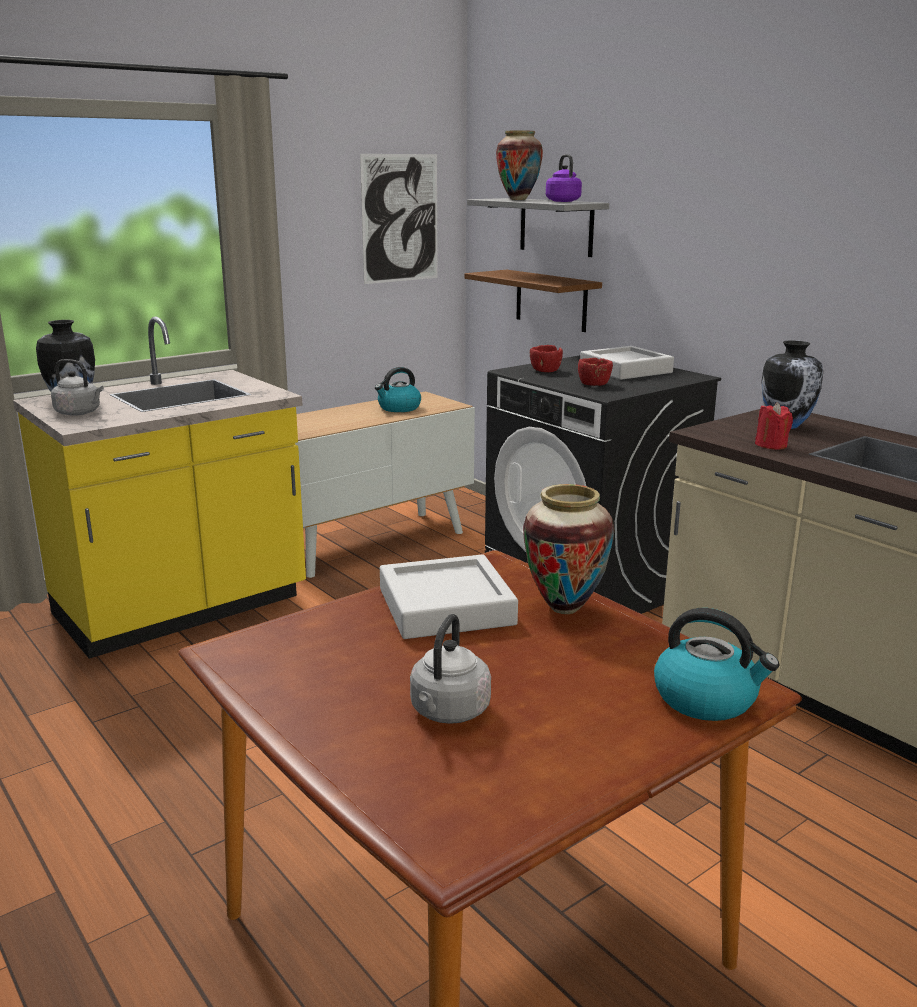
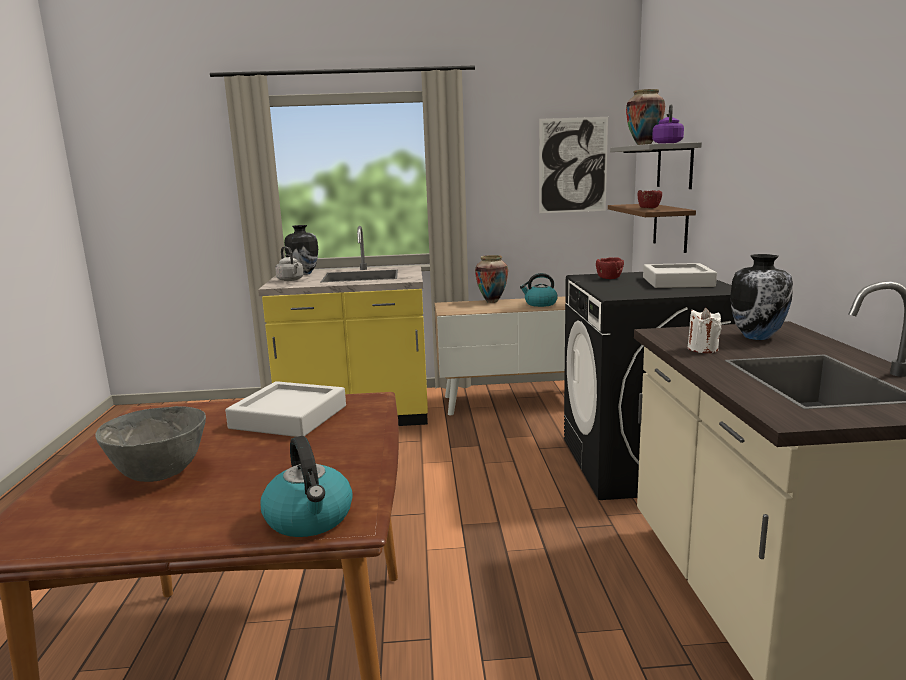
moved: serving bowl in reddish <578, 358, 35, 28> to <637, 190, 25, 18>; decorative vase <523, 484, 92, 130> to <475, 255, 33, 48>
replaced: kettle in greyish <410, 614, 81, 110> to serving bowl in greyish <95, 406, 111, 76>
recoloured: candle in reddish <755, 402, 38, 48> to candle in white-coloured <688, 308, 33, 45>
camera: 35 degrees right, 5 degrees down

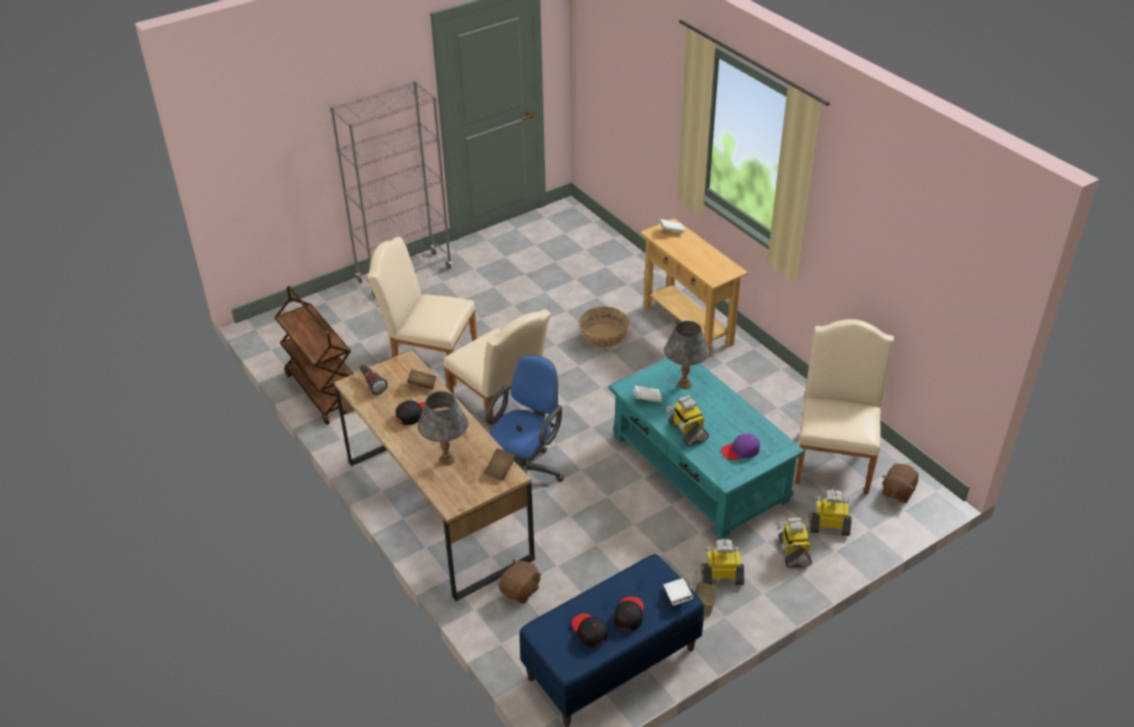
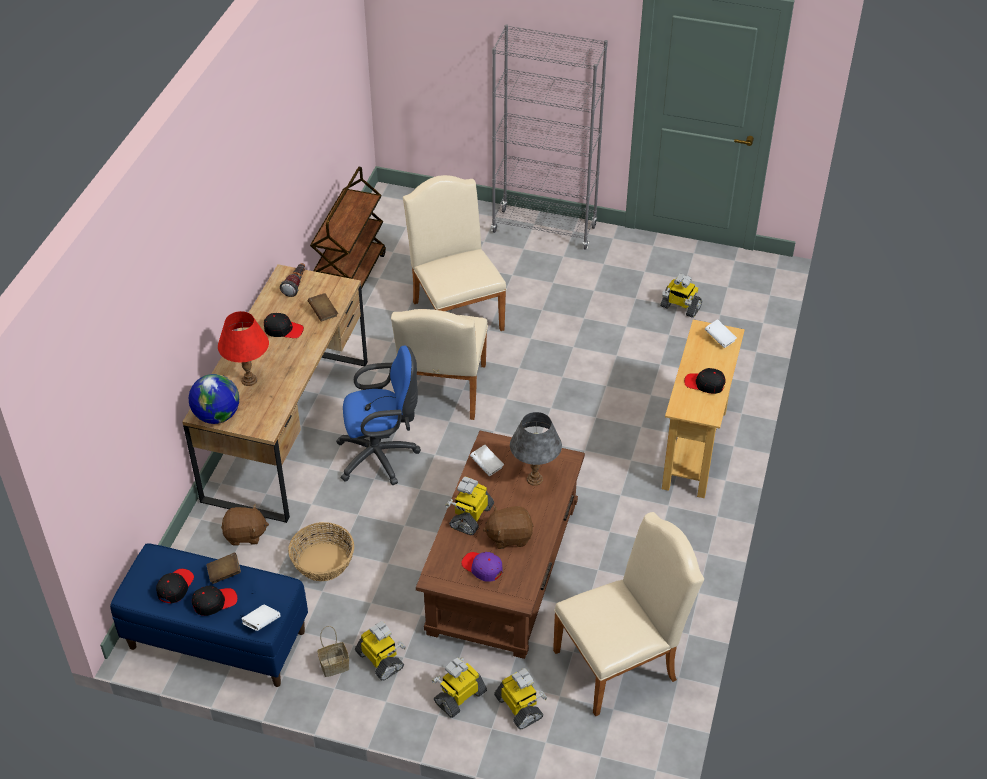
added: robot figure <660, 274, 42, 44>; baseball cap in black-coloured <684, 368, 42, 26>; desk globe <189, 374, 50, 50>
moved: basket <579, 307, 50, 41> to <288, 522, 66, 59>; bound book in brownish <484, 448, 31, 33> to <206, 552, 35, 32>; soft toy in brownish <882, 464, 36, 39> to <483, 506, 51, 43>
recoloured: lounge table in turquoise <609, 358, 196, 181> to lounge table in brownish <416, 431, 169, 228>; lamp for a table in greyish <418, 391, 50, 75> to lamp for a table in reddish <218, 311, 51, 75>
camera: 50 degrees right, 5 degrees up

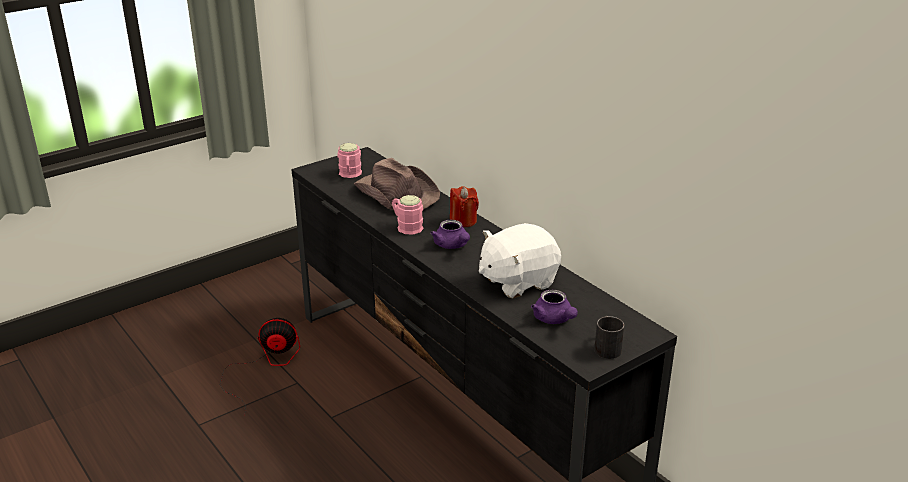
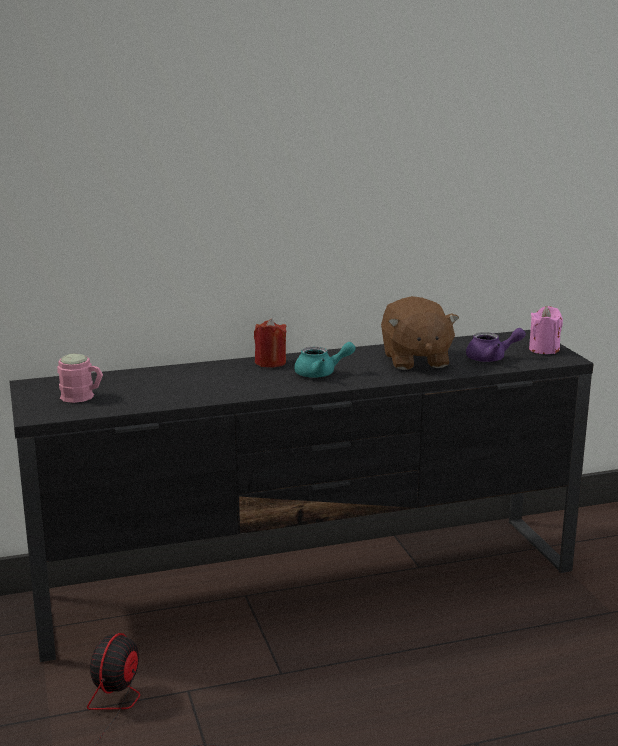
removed: wearable hat in brownish <354, 158, 86, 52>; mug in pink-coloured <392, 195, 32, 39>
replaced: mug in black-coloured <594, 316, 30, 43> to candle in pink-coloured <529, 306, 34, 48>
recoloured: pot for tea in purple <430, 220, 40, 29> to pot for tea in turquoise <294, 342, 62, 36>; soft toy in white-coloured <479, 223, 82, 75> to soft toy in brownish <381, 296, 78, 74>
camera: 70 degrees left, 10 degrees down

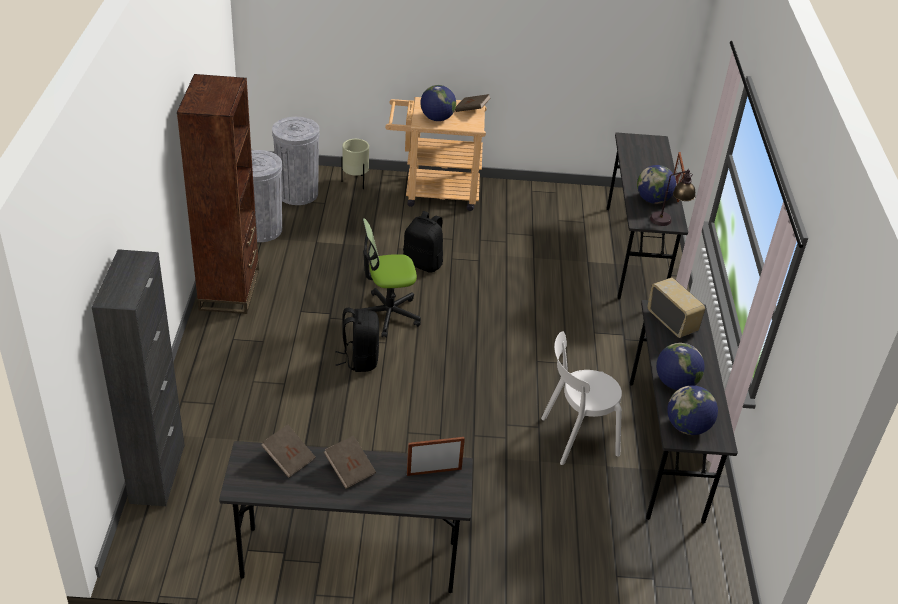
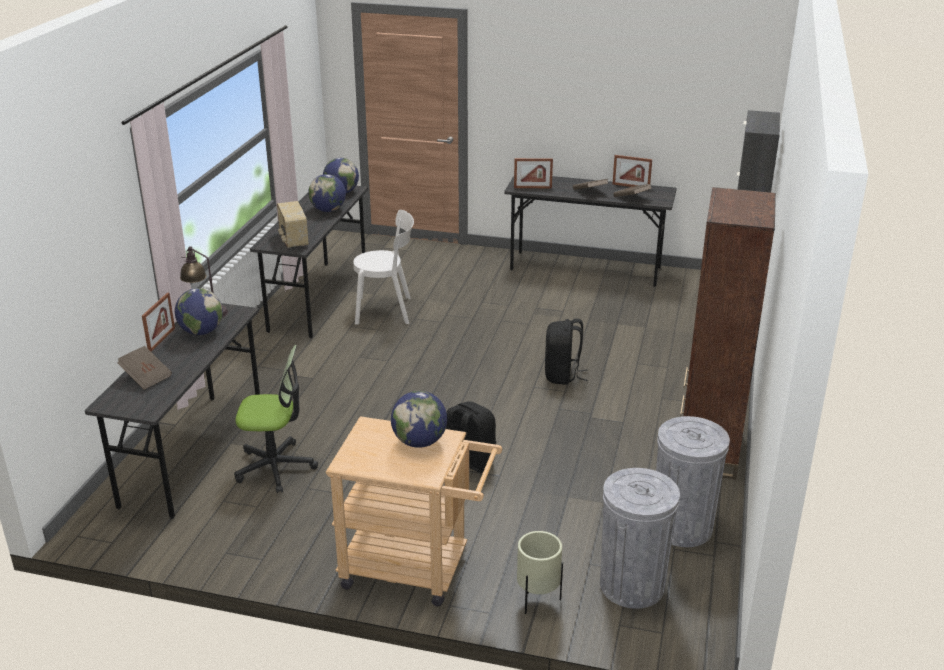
added: picture frame <613, 155, 39, 32>
moved: bound book in brownish <455, 94, 36, 18> to <117, 346, 55, 44>; desk chair <352, 218, 69, 120> to <234, 345, 84, 148>
camera: 165 degrees left, 10 degrees down

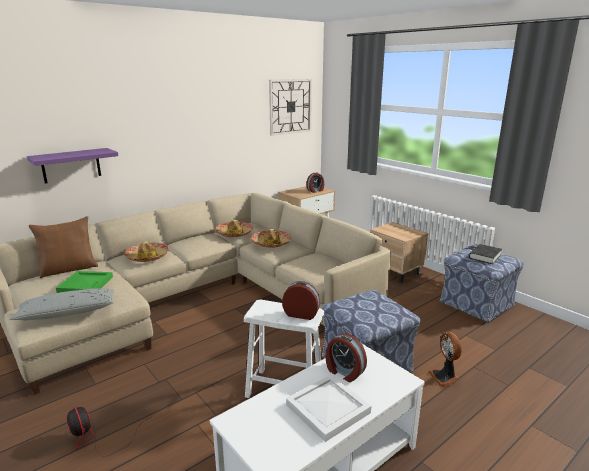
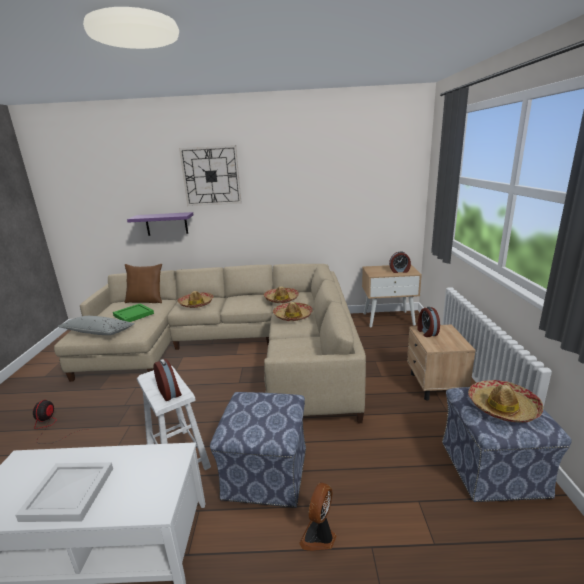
moved: wall clock <269, 79, 43, 57> to <179, 145, 63, 61>; bedside clock <325, 333, 42, 49> to <417, 307, 23, 30>
replaced: bound book in black-coloured <469, 244, 33, 20> to wearable hat <468, 380, 75, 43>
camera: 40 degrees right, 0 degrees up

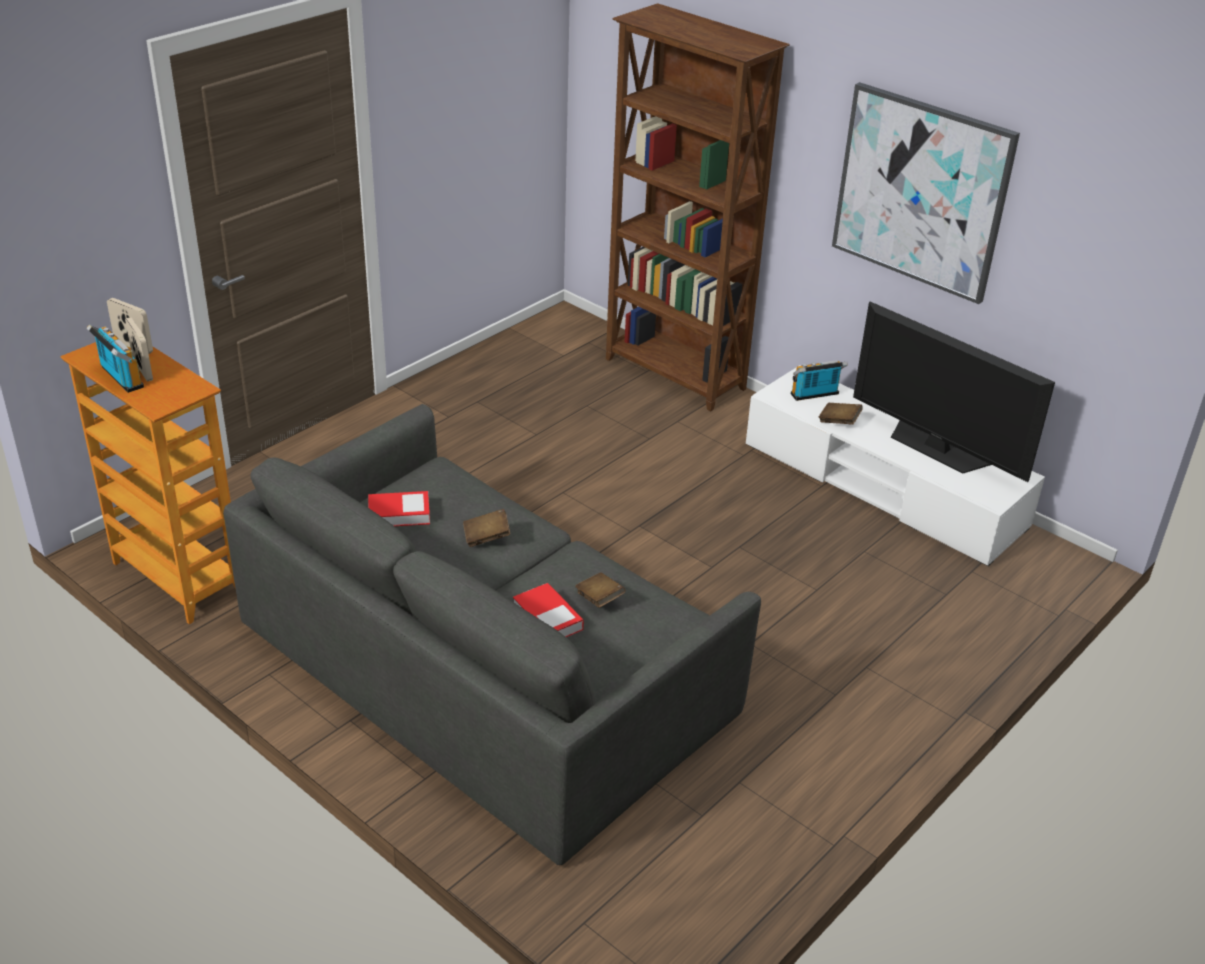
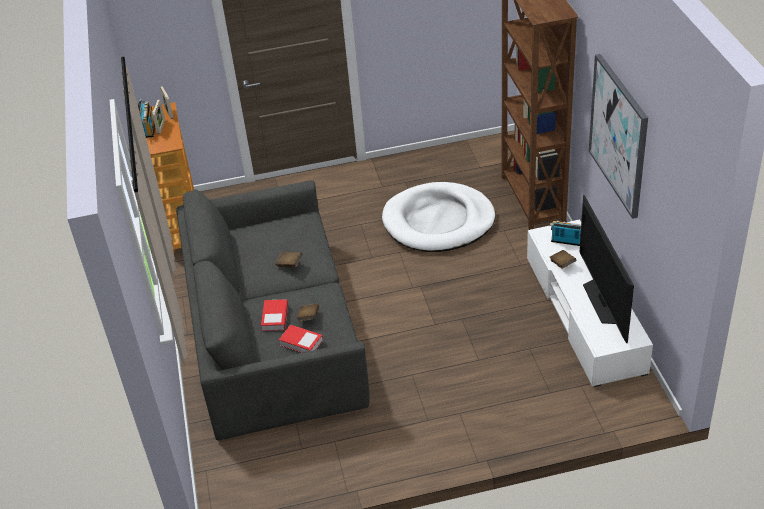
added: dog cushion in white-coloured <382, 182, 113, 70>
moved: bound book <368, 491, 62, 35> to <279, 325, 44, 28>
camera: 40 degrees right, 5 degrees up

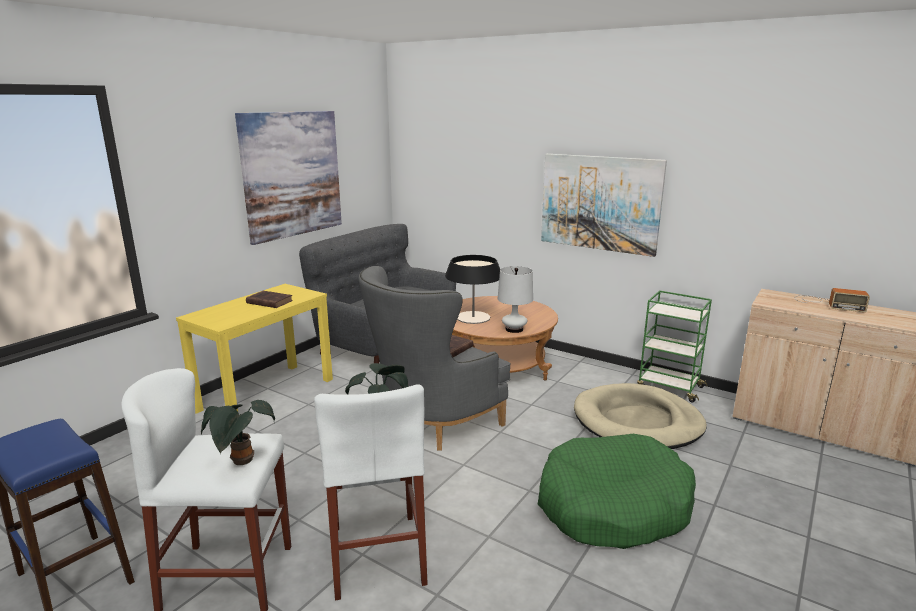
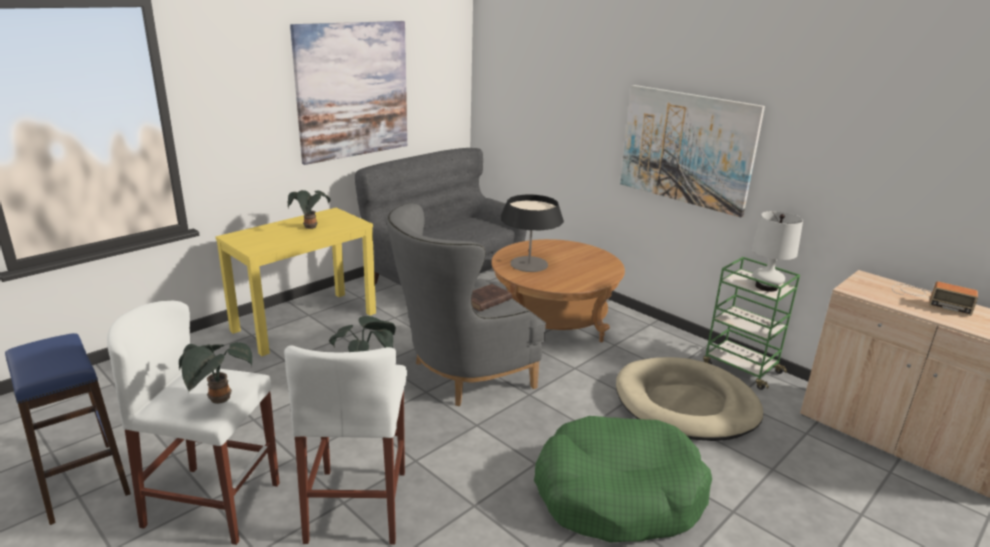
moved: lamp for a table in white-coloured <498, 266, 35, 67> to <752, 211, 51, 81>
replaced: bound book in brownish <246, 291, 47, 17> to plant in a pot <288, 190, 42, 39>
camera: 10 degrees right, 5 degrees up

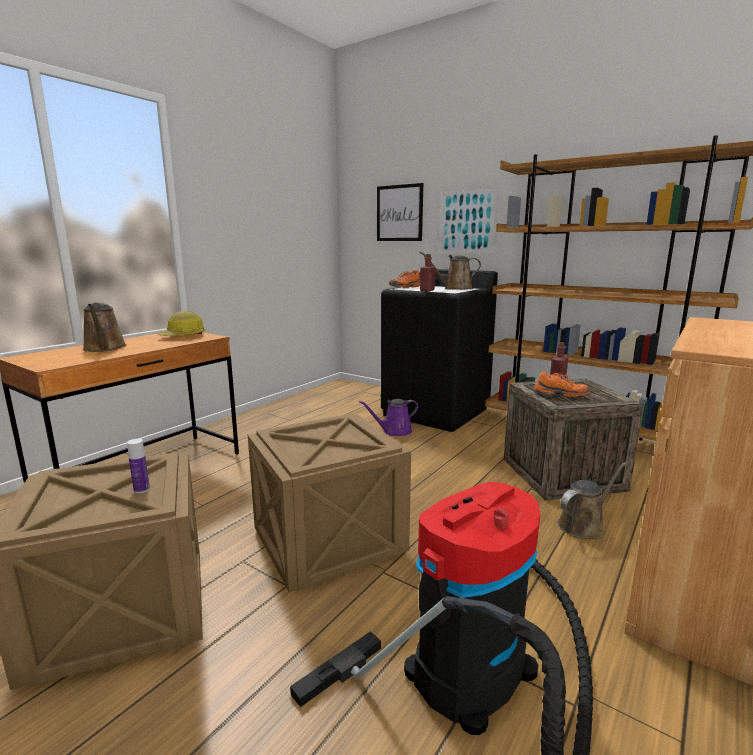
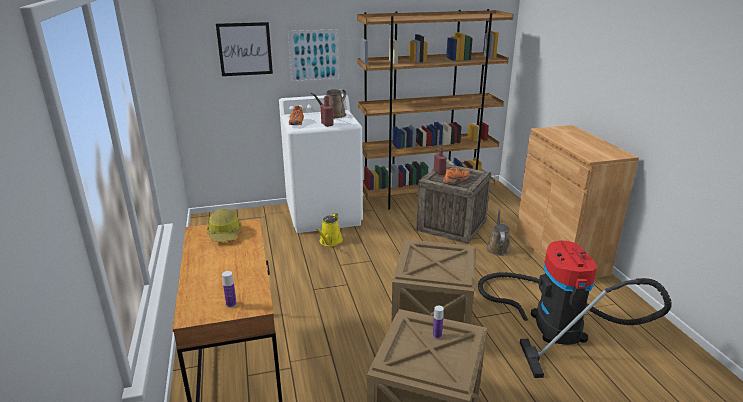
removed: watering pot in brownish <83, 303, 44, 49>
added: bottle <222, 271, 15, 37>
recoloured: washing machine in black-coloured <381, 269, 117, 163> to washing machine in white-coloured <279, 94, 84, 139>; watering pot in purple <359, 399, 59, 37> to watering pot in yellowish <316, 213, 27, 33>
camera: 50 degrees left, 10 degrees up

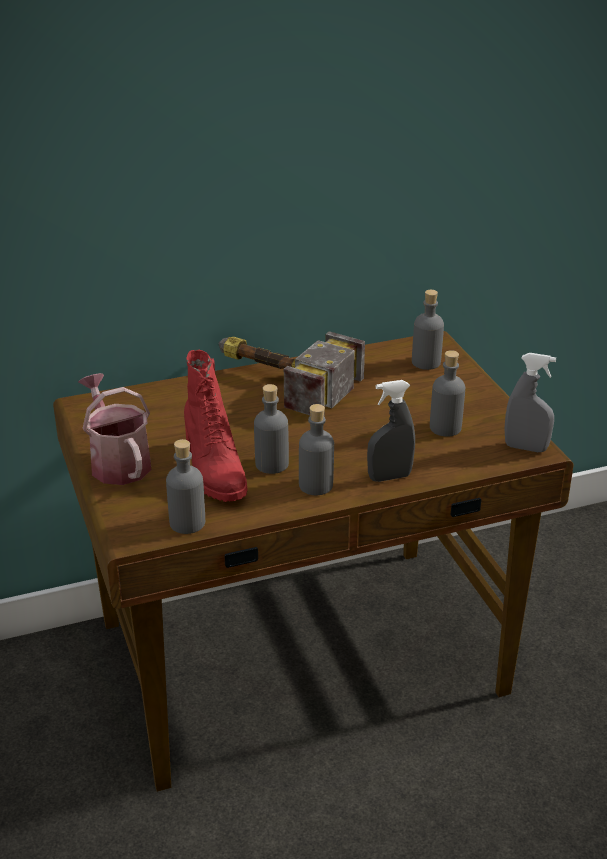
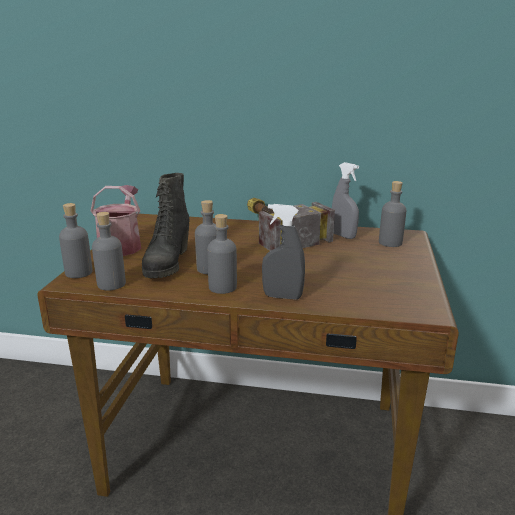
moved: bottle in greyish <430, 350, 35, 87> to <59, 203, 34, 75>; spray bottle in greyish <504, 353, 52, 99> to <332, 162, 27, 77>
recoloured: high-top boot in reddish <184, 349, 63, 153> to high-top boot in black-coloured <142, 173, 47, 105>
camera: 30 degrees right, 10 degrees down

